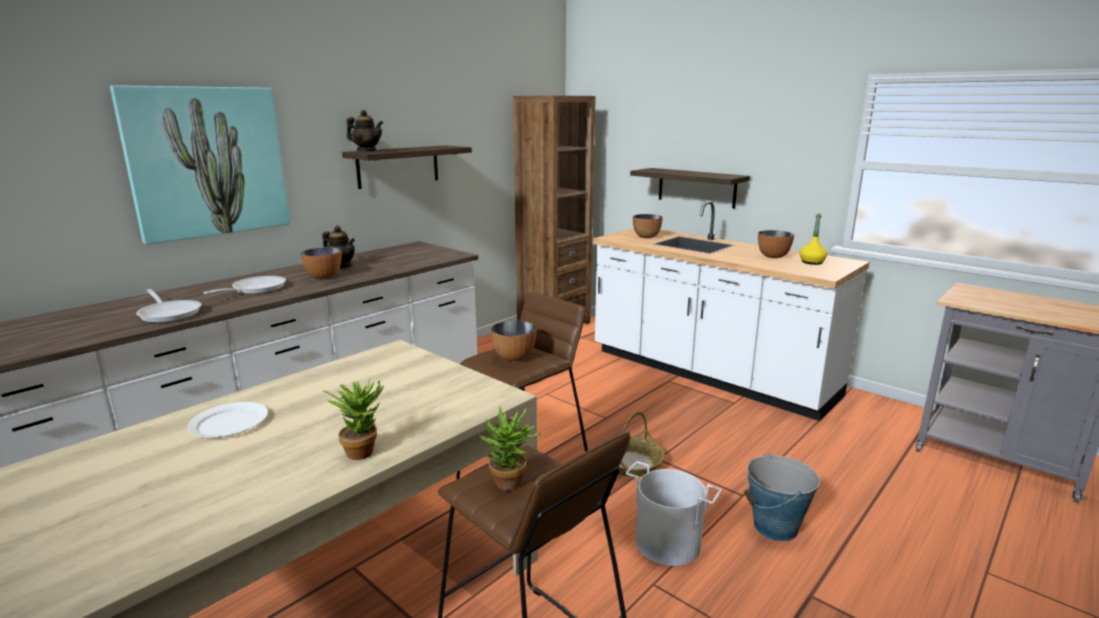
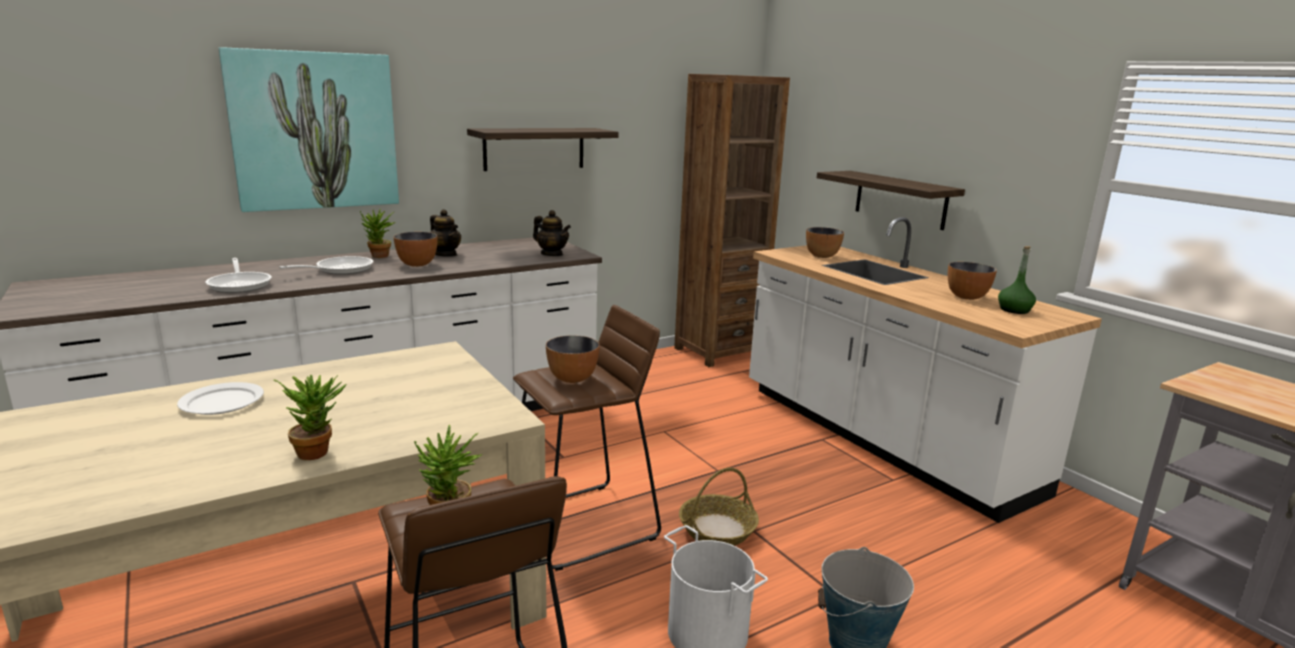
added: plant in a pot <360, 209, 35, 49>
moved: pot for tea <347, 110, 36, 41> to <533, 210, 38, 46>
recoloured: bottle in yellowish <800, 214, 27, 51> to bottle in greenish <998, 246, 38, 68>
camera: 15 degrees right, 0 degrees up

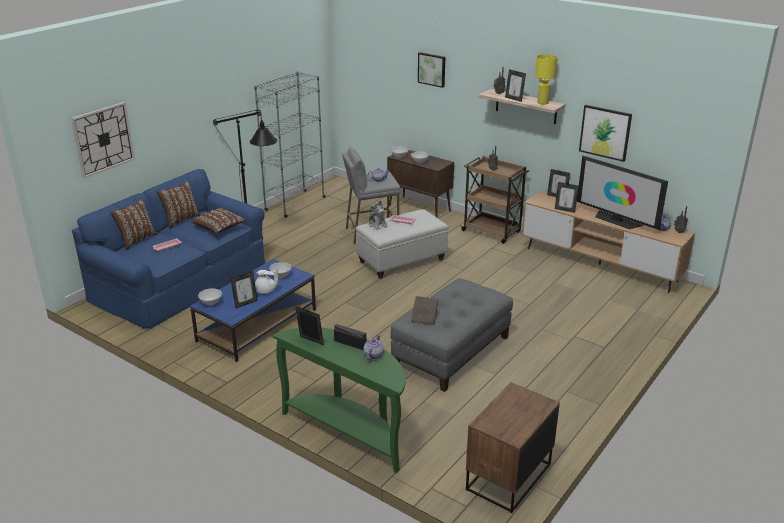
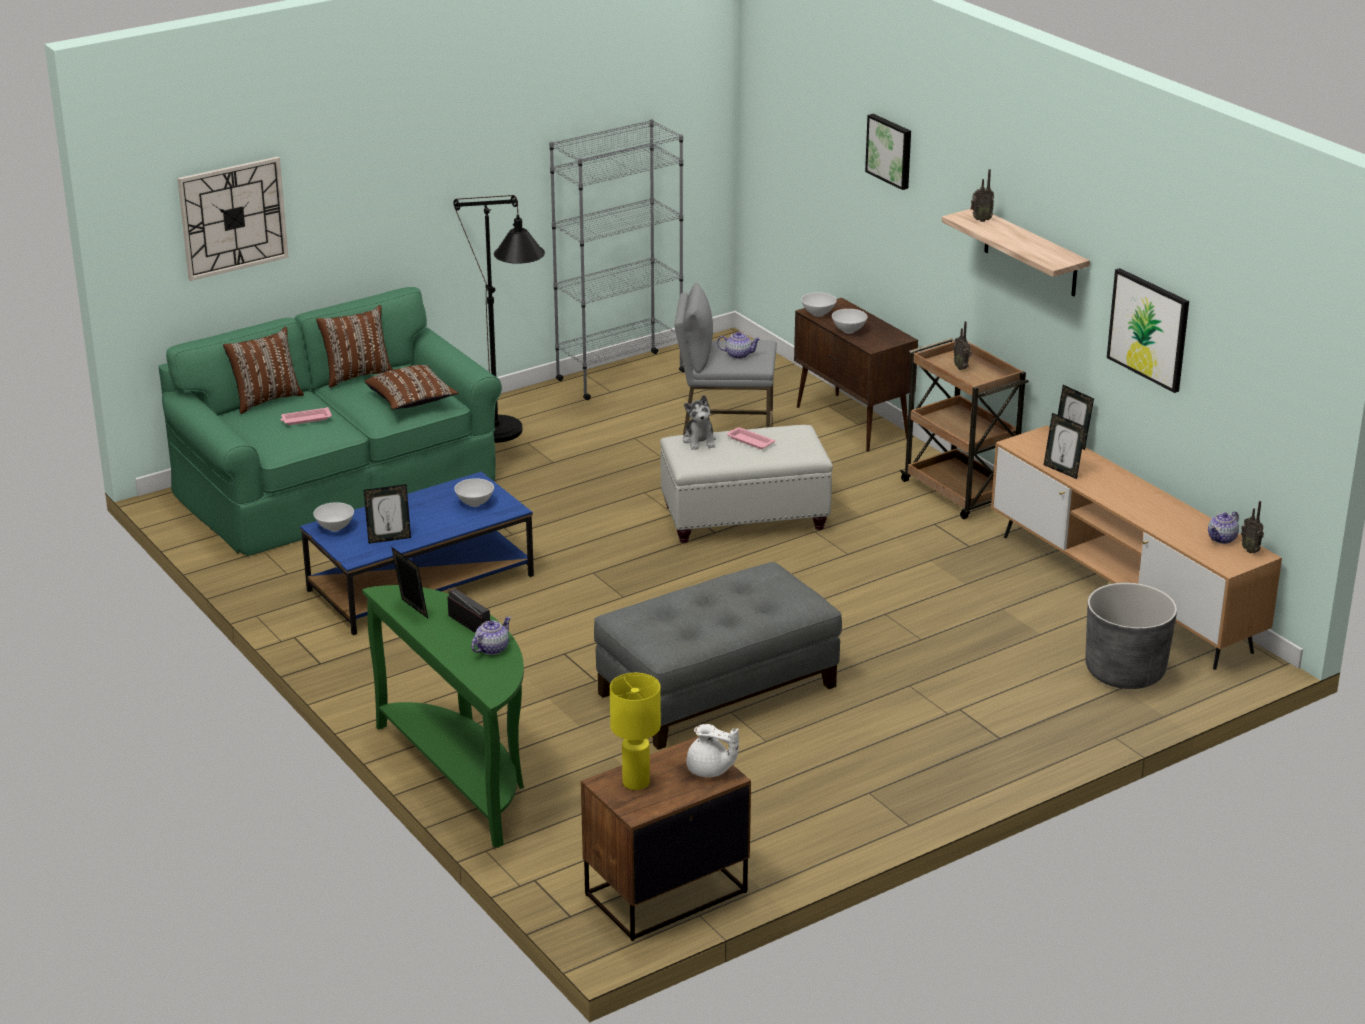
removed: picture frame <505, 69, 21, 33>; TV set <577, 156, 91, 74>; bound book in brownish <411, 296, 28, 29>
added: flower pot in greyish <1086, 583, 91, 106>
moved: lamp for a table in yellowish <535, 54, 23, 51> to <610, 673, 51, 117>; pot for tea in white-coloured <255, 268, 24, 26> to <686, 724, 53, 53>
recoloured: sofa in bluish <72, 169, 193, 160> to sofa in greenish <158, 287, 344, 269>
camera: 20 degrees right, 0 degrees up

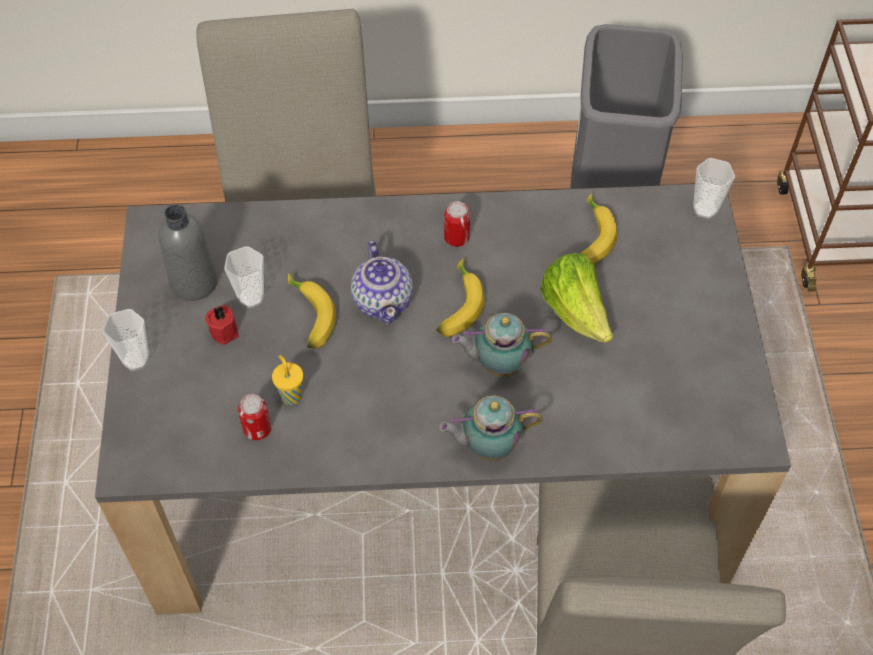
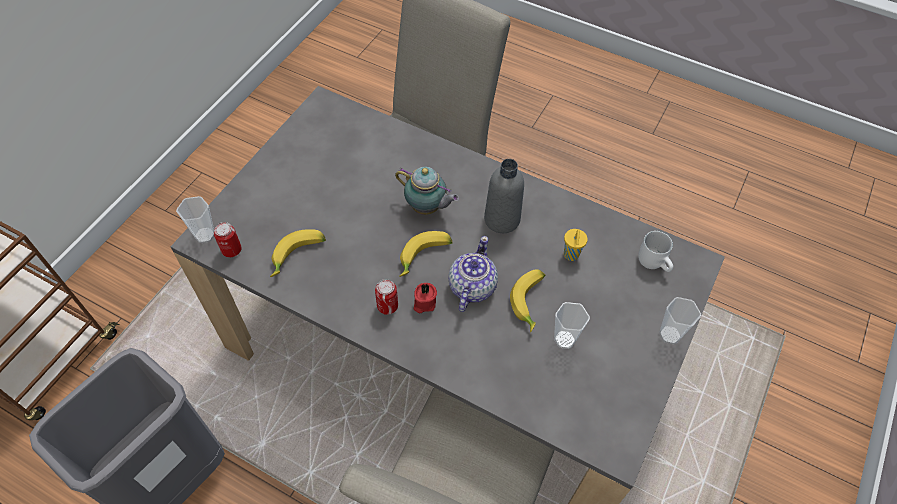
removed: lettuce <540, 253, 73, 90>; pot for tea <439, 396, 104, 65>
added: mug in white-coloured <638, 231, 35, 41>
moved: bottle in greyish <159, 204, 59, 97> to <484, 159, 40, 74>; candle in reddish <205, 305, 34, 40> to <414, 283, 23, 30>; sealed can <238, 394, 33, 46> to <214, 222, 28, 35>
camera: 150 degrees left, 0 degrees up

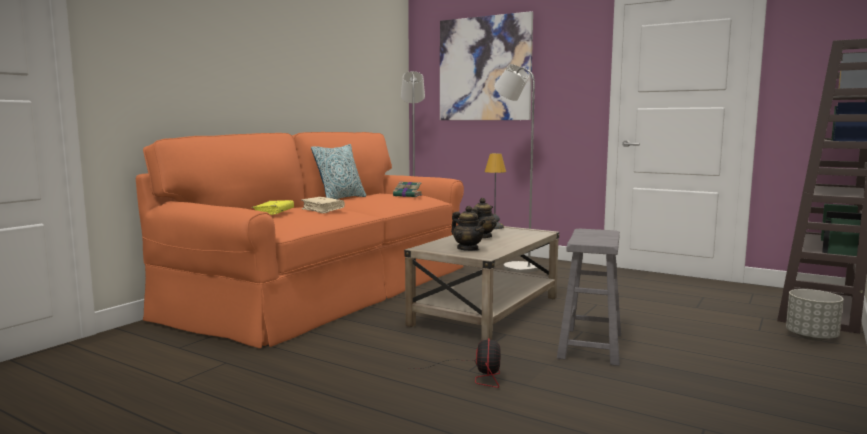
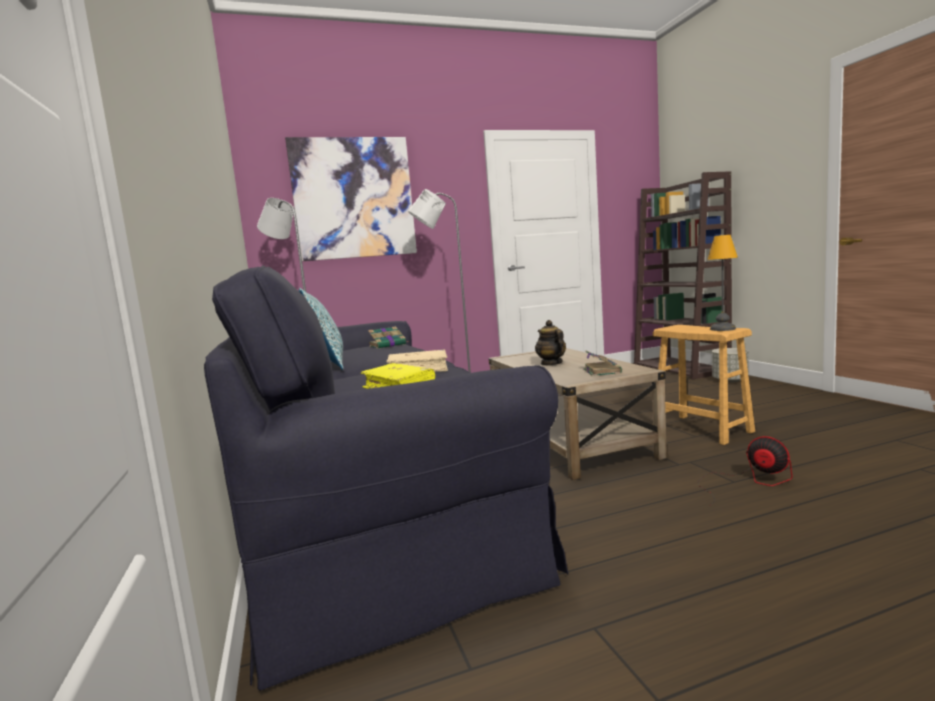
moved: lamp for a table <485, 153, 21, 76> to <707, 235, 31, 96>
replaced: pot for tea <451, 206, 35, 45> to bound book <583, 351, 39, 25>
recoloured: sofa in orange <136, 132, 328, 216> to sofa in black-coloured <204, 266, 365, 425>; stool seat in greyish <557, 229, 64, 137> to stool seat in brownish <653, 325, 102, 120>
camera: 50 degrees left, 0 degrees up

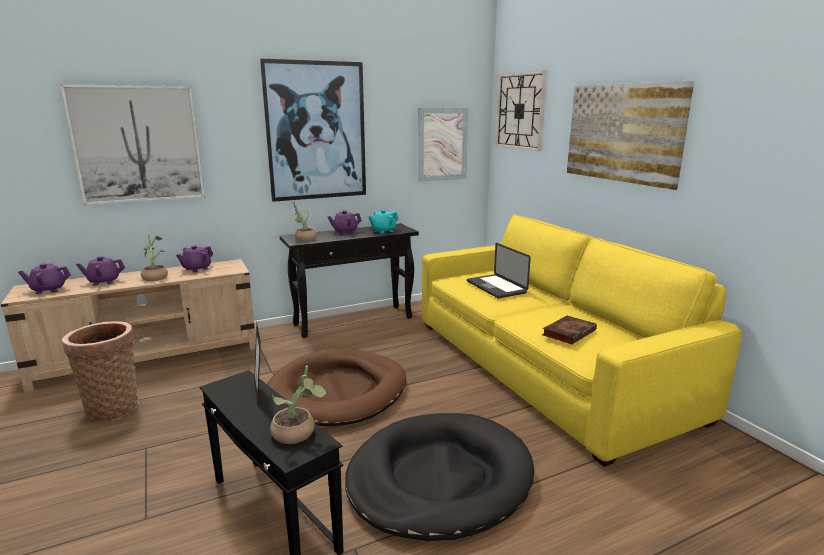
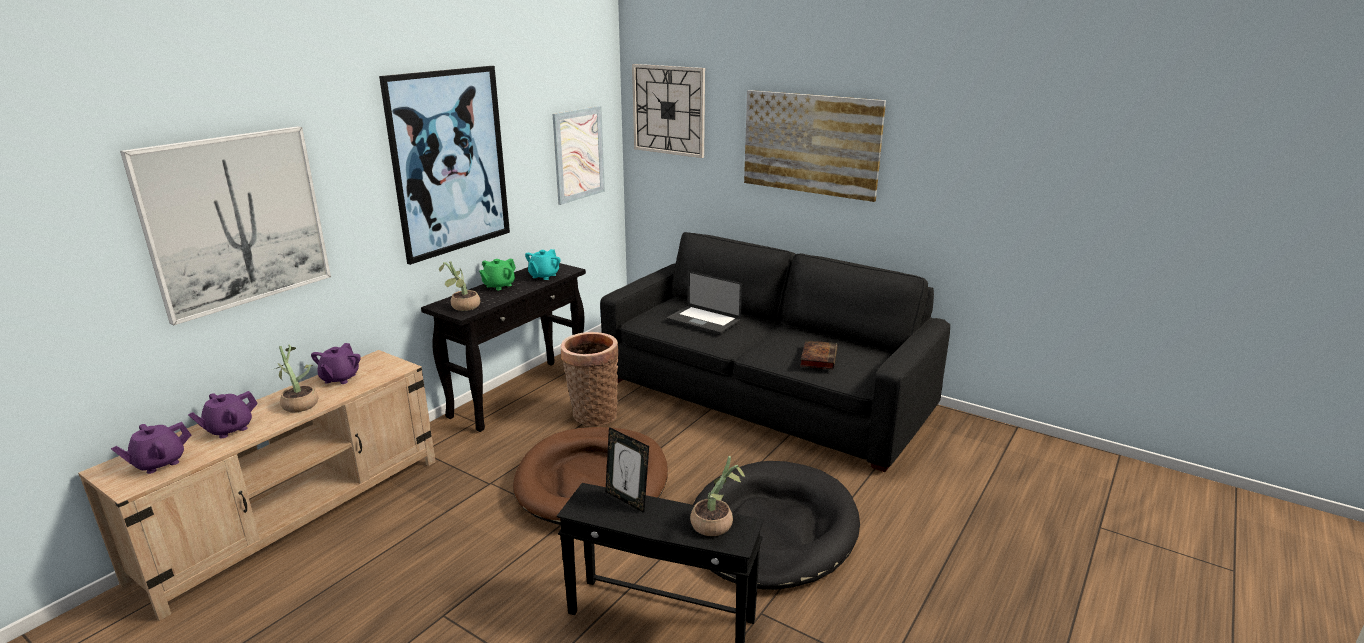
moved: basket <62, 321, 77, 101> to <560, 332, 59, 94>
recoloured: pot for tea in purple <328, 211, 34, 23> to pot for tea in greenish <479, 258, 37, 32>; sofa in yellowish <422, 214, 320, 253> to sofa in black-coloured <600, 232, 350, 240>
camera: 30 degrees left, 5 degrees up

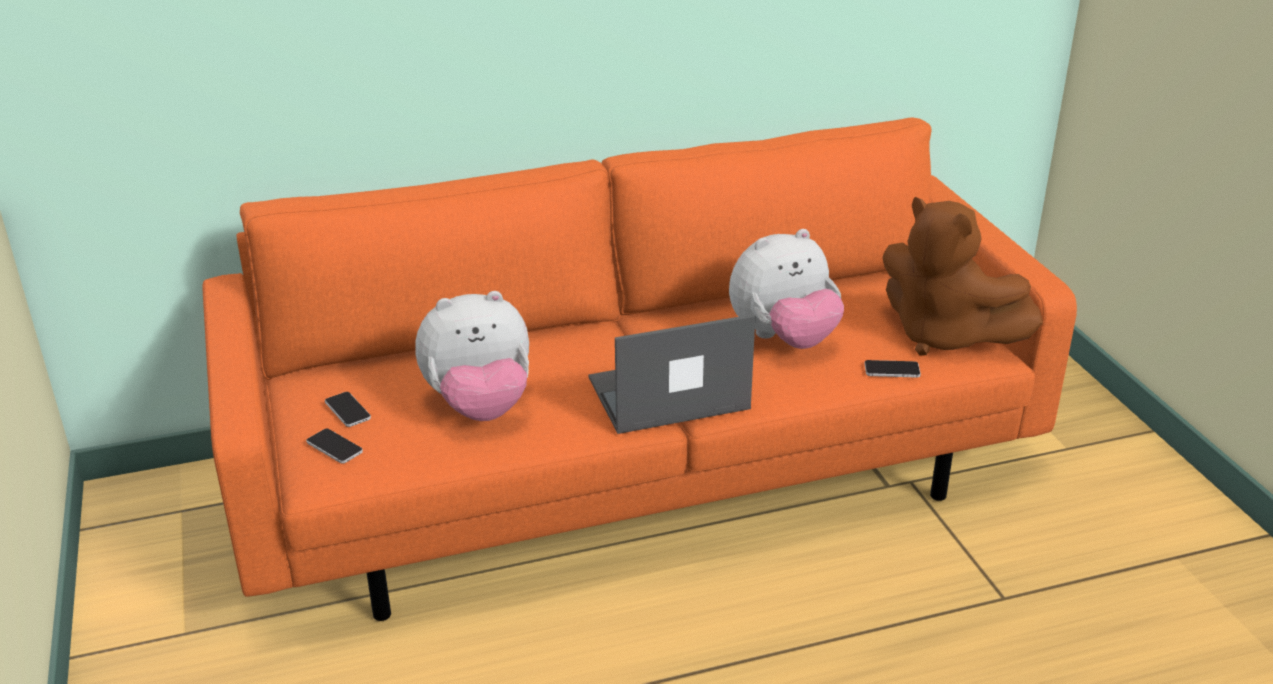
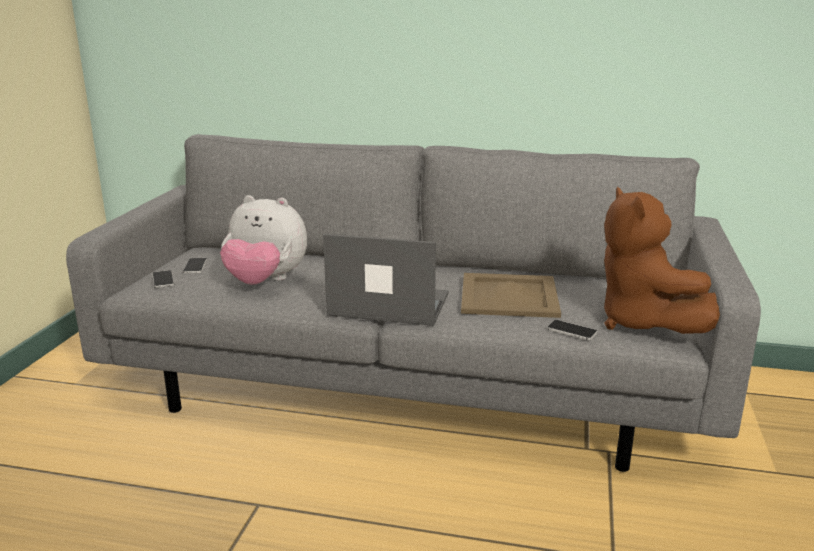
replaced: soft toy <729, 229, 115, 120> to carrying tray in beige <461, 273, 100, 45>
recoloured: sofa in orange <202, 118, 875, 503> to sofa in greyish <66, 134, 695, 338>
camera: 30 degrees right, 10 degrees down

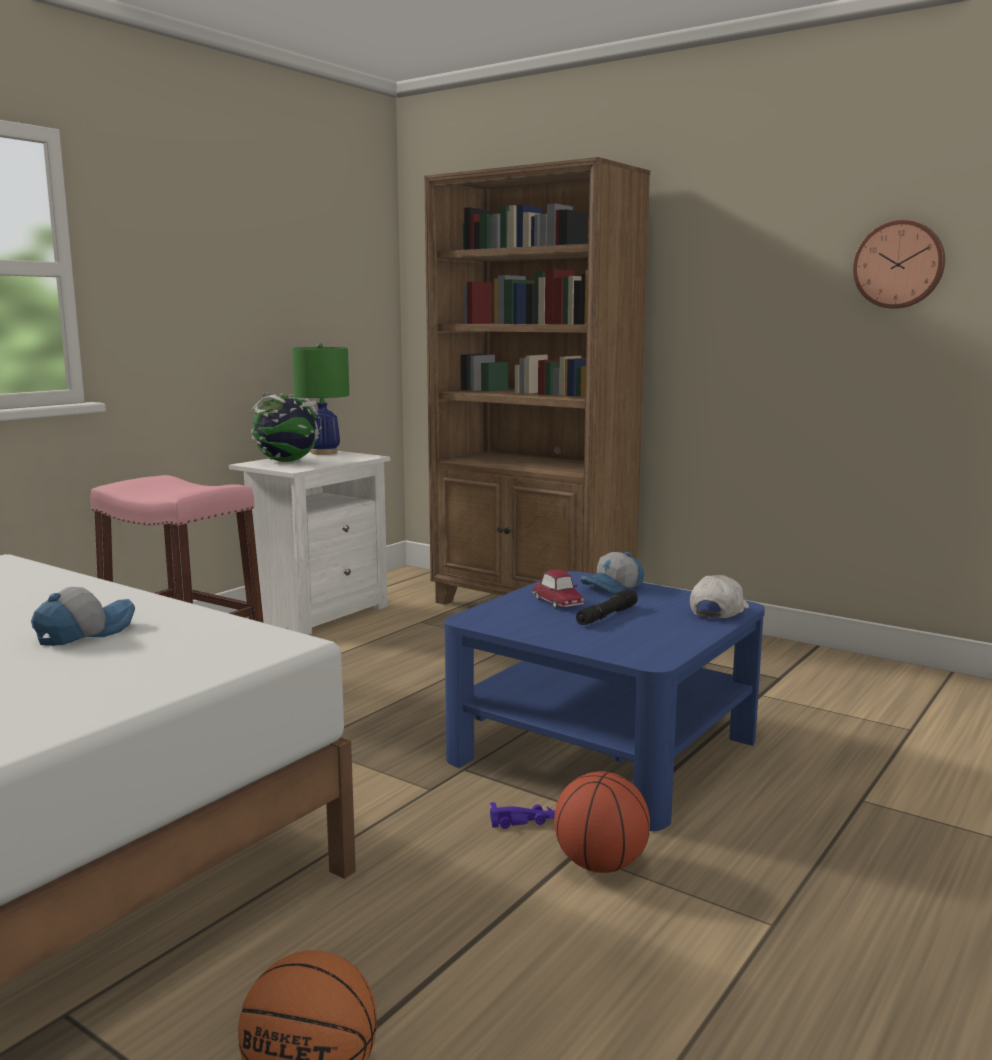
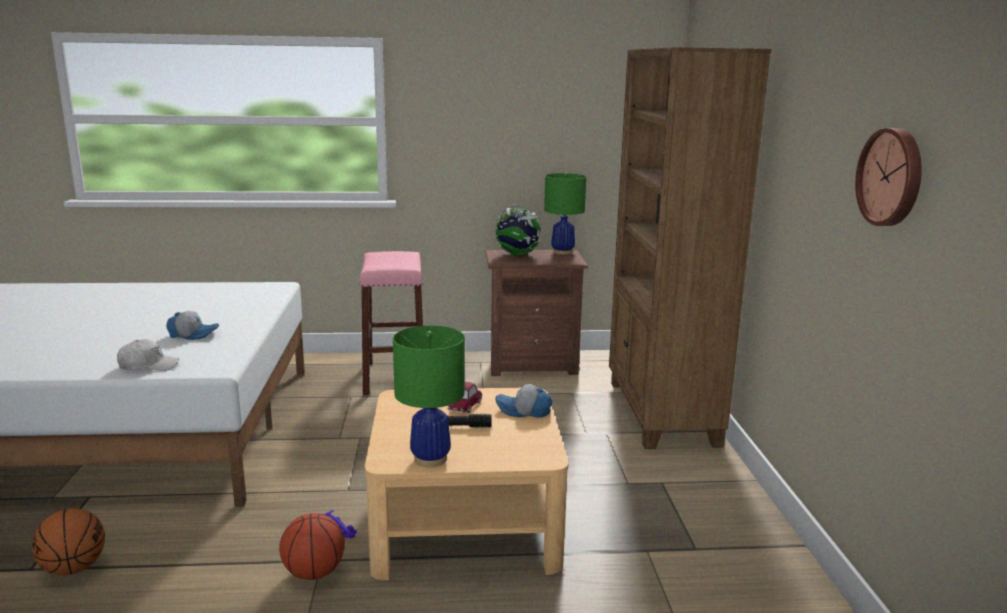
added: lamp for a table in greenish <393, 326, 72, 141>
moved: baseball cap in white-coloured <690, 575, 59, 43> to <117, 339, 62, 32>
recoloured: nightstand in white-coloured <229, 451, 161, 184> to nightstand in brownish <486, 250, 102, 126>; lounge table in bluish <444, 571, 321, 260> to lounge table in beige <365, 388, 203, 192>
camera: 50 degrees right, 5 degrees up

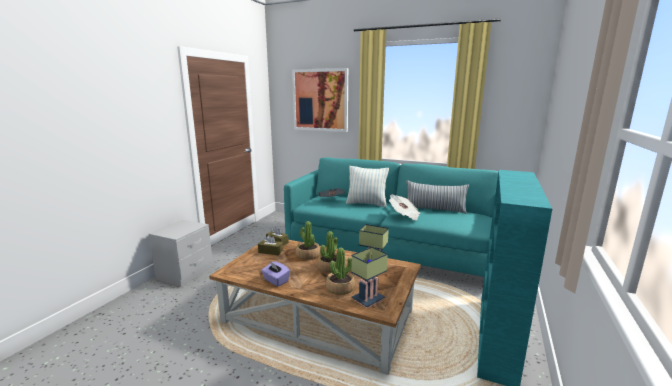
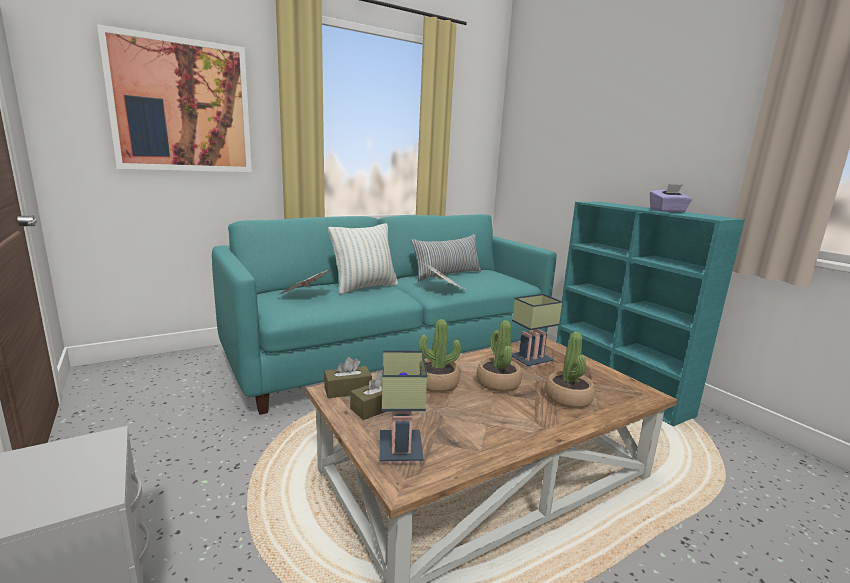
moved: lamp for a table <351, 247, 37, 61> to <380, 350, 48, 114>; tissue holder in purple <261, 261, 29, 26> to <650, 184, 42, 28>
camera: 55 degrees left, 0 degrees up

